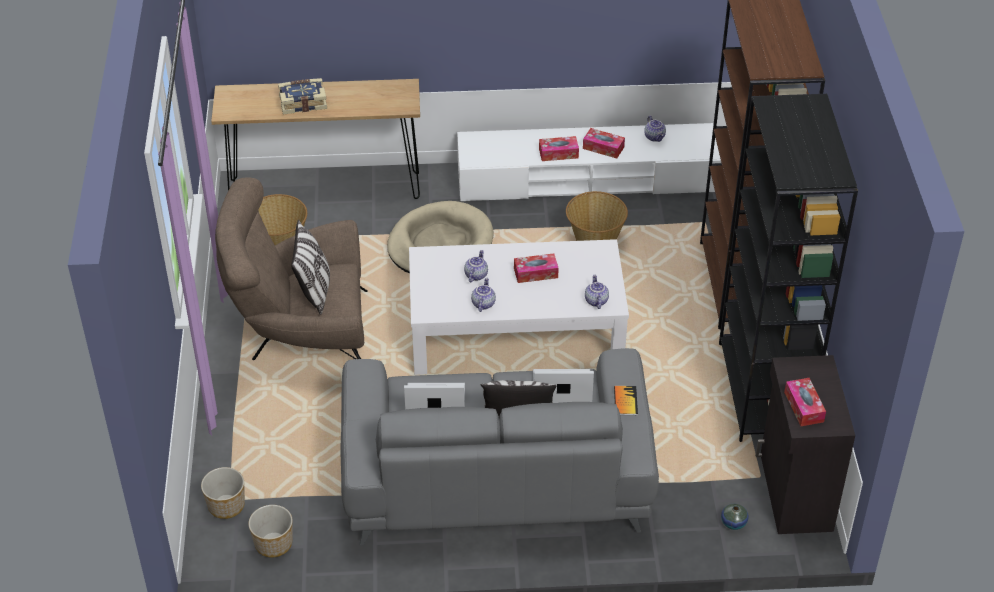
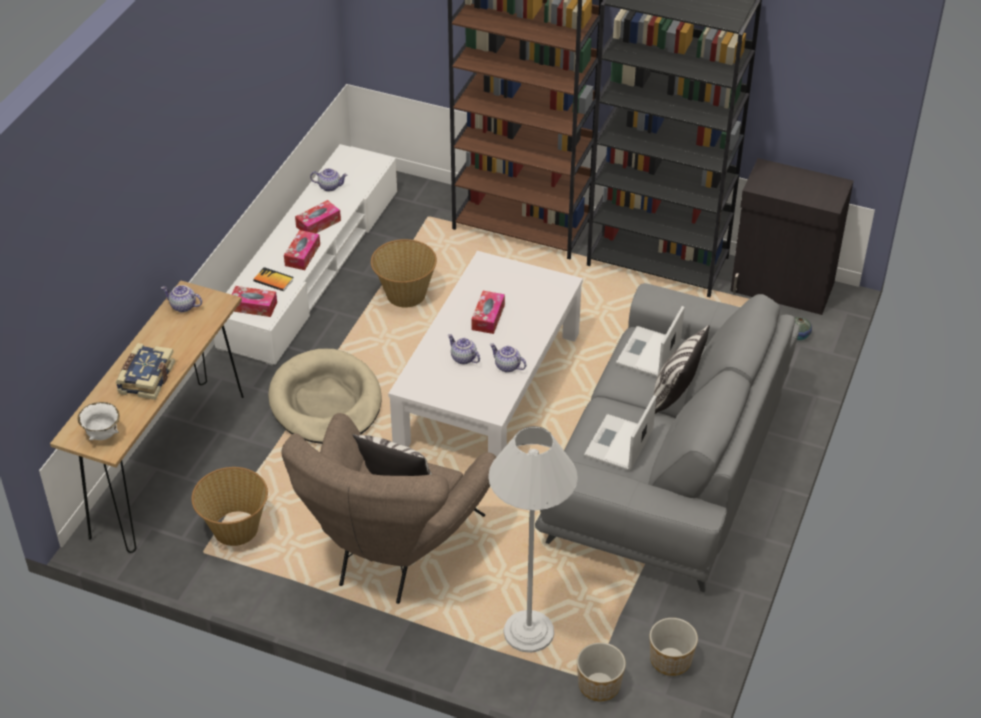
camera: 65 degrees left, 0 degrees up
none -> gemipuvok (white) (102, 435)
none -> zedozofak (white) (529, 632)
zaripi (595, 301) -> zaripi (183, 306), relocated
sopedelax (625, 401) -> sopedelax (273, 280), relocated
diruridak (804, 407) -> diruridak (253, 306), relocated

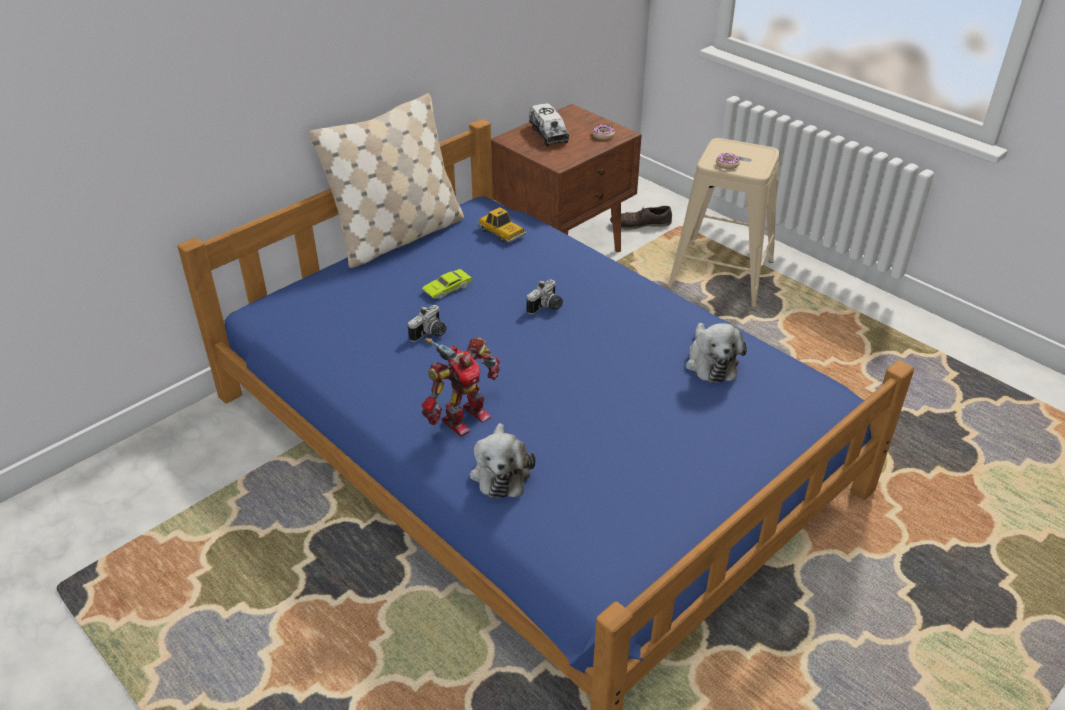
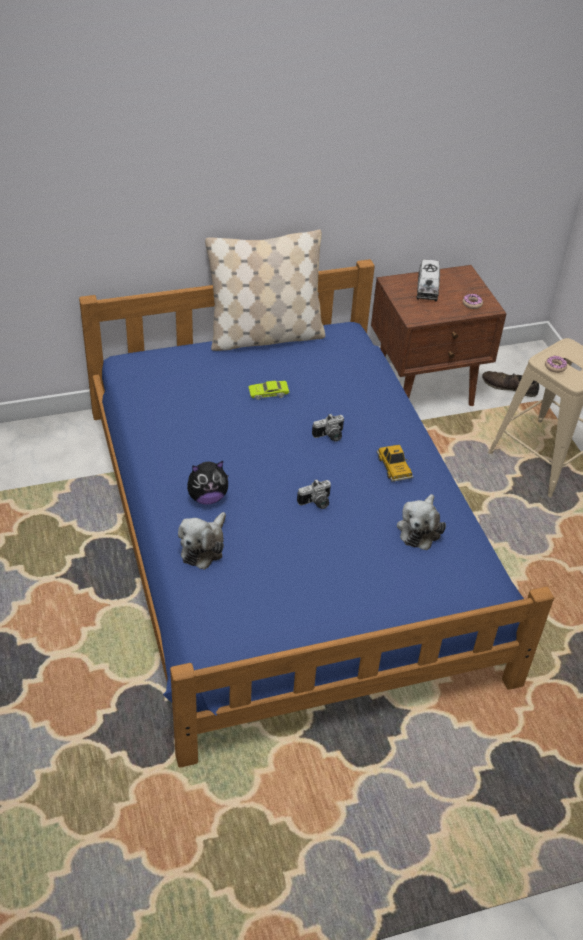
camera: 25 degrees right, 5 degrees up
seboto (430, 334) -> seboto (316, 503), relocated
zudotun (501, 232) -> zudotun (394, 467), relocated
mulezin (463, 417) -> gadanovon (207, 497)

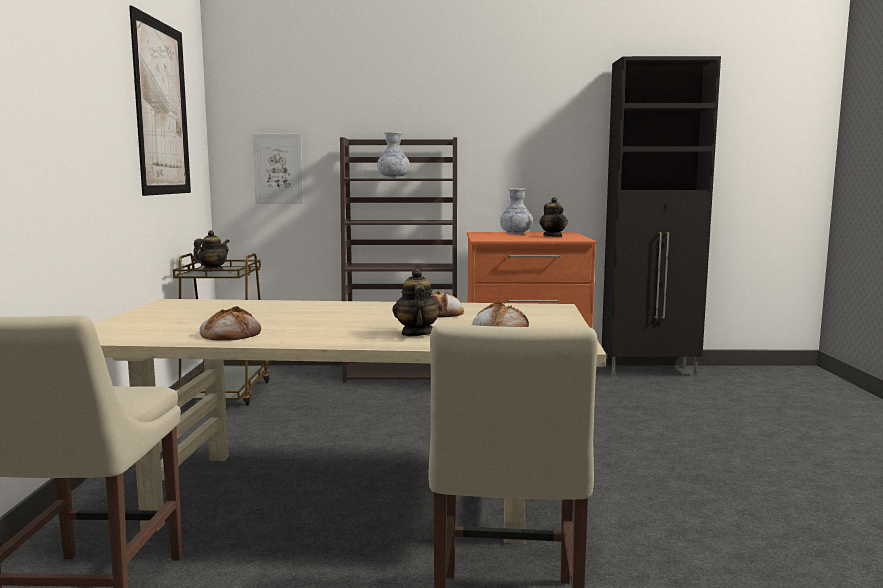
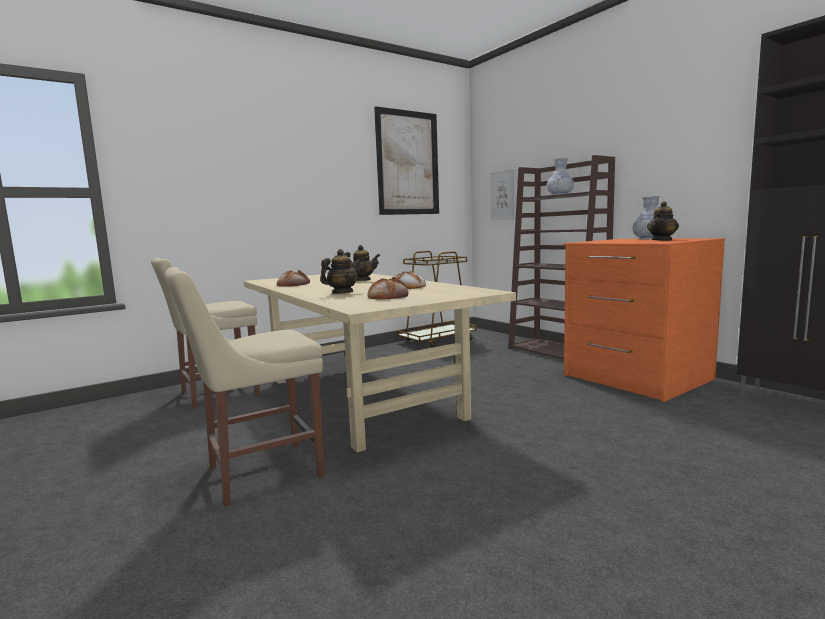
camera: 55 degrees right, 0 degrees up
zaripi (212, 271) -> zaripi (362, 280), relocated

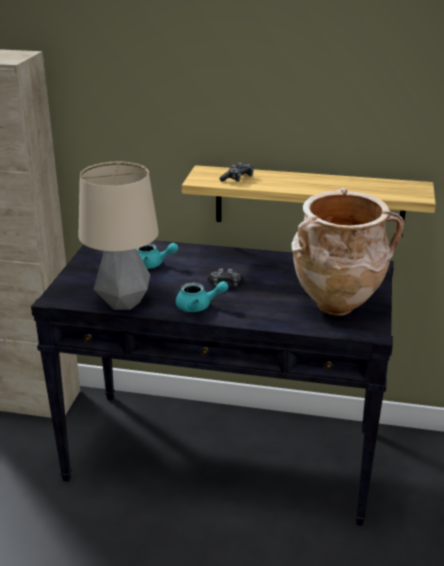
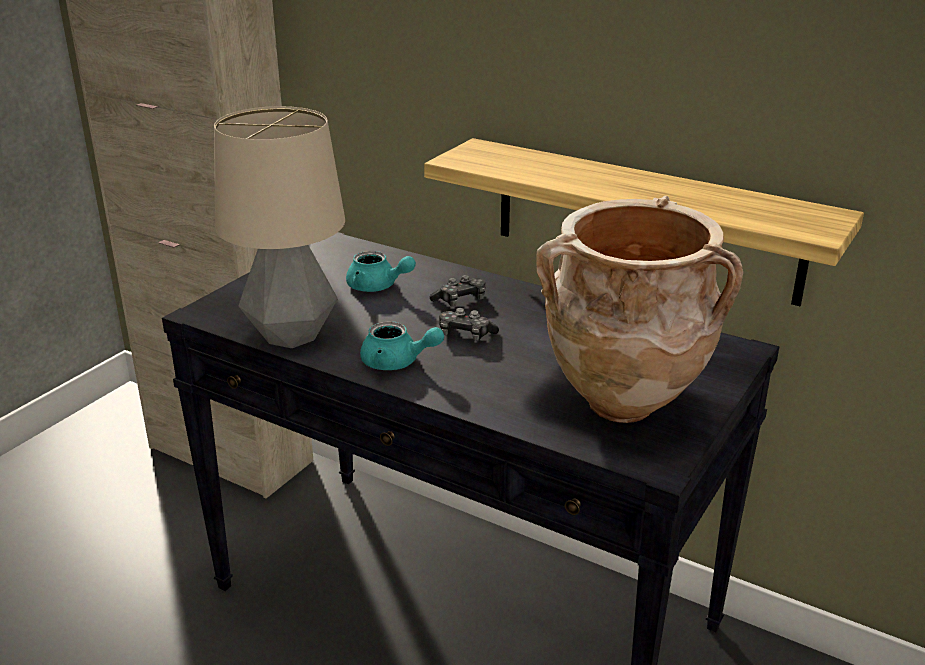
camera: 20 degrees right, 0 degrees up
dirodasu (238, 179) -> dirodasu (460, 300), relocated

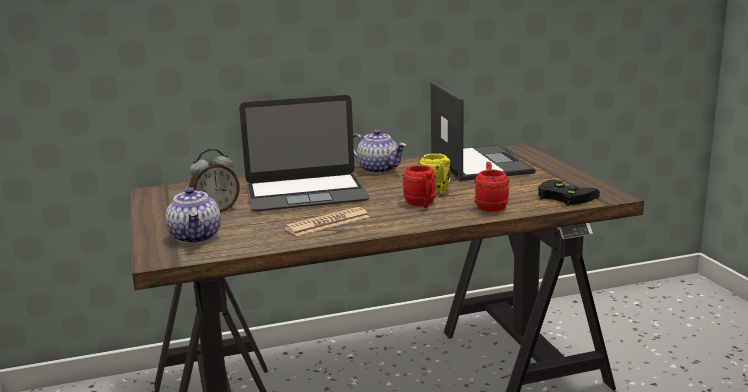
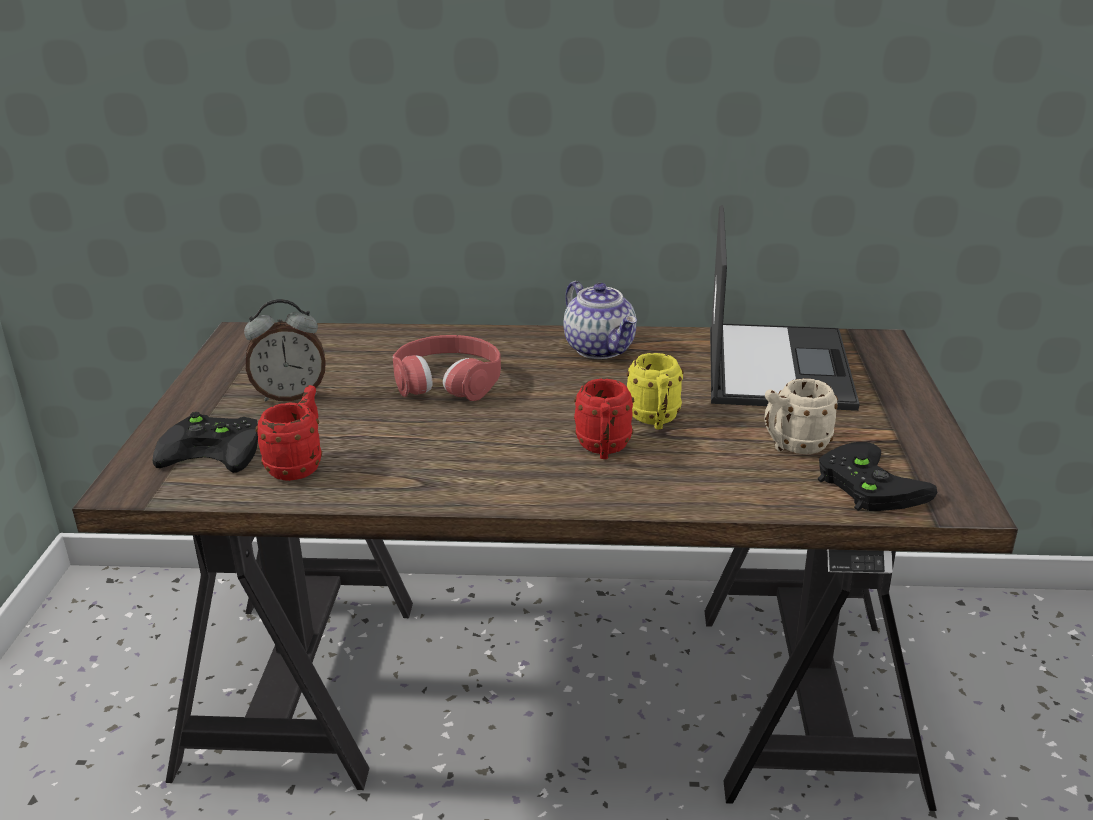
camera: 20 degrees right, 10 degrees up
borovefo (327, 223) -> none
none -> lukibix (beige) (793, 446)
lukibix (red) (490, 206) -> lukibix (red) (299, 465), relocated
zaripi (196, 237) -> dirodasu (black) (216, 449)
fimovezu (306, 193) -> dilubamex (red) (448, 381)

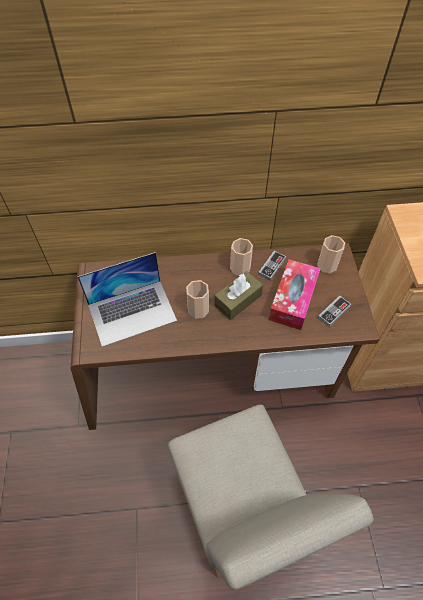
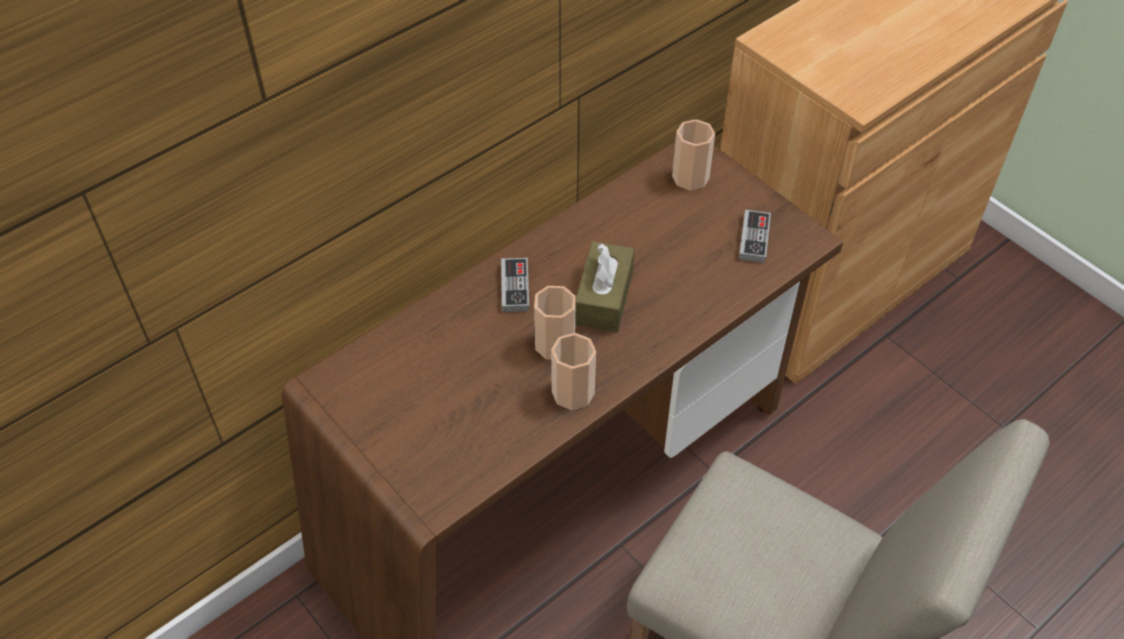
camera: 35 degrees left, 5 degrees down
fimovezu (132, 312) -> none
diruridak (293, 299) -> none
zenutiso (240, 268) -> zenutiso (573, 392), relocated
dirodasu (272, 266) -> dirodasu (515, 287), relocated

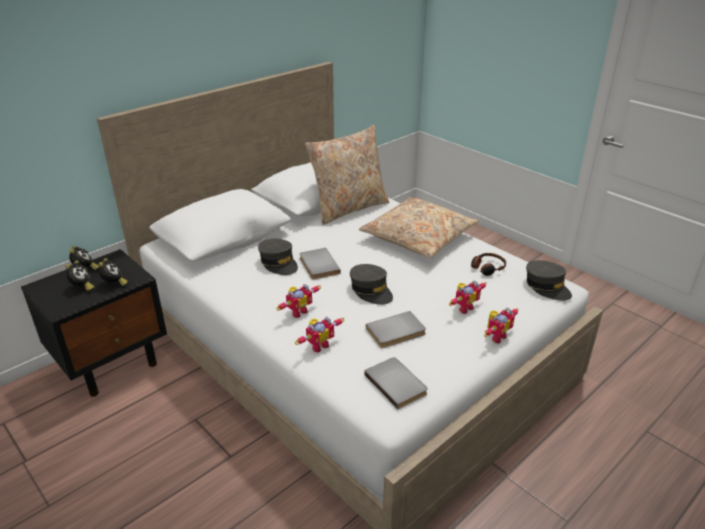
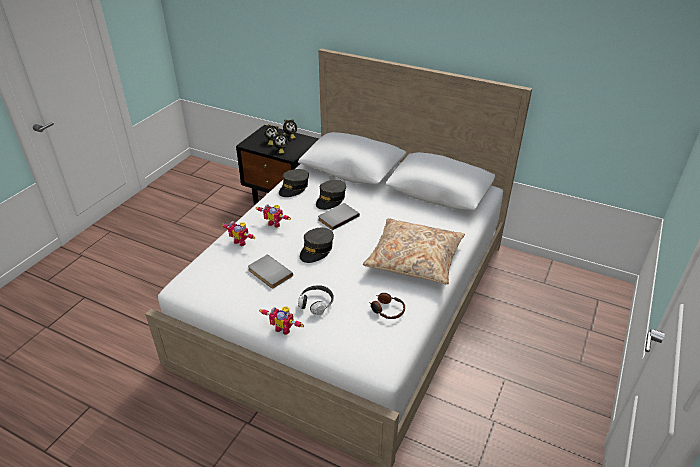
camera: 70 degrees right, 5 degrees up
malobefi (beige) (349, 208) -> none
sopedelax (grey) (397, 383) -> none
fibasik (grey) (547, 287) -> fibasik (grey) (294, 188), relocated
mulezin (463, 307) -> dilubamex (316, 304)

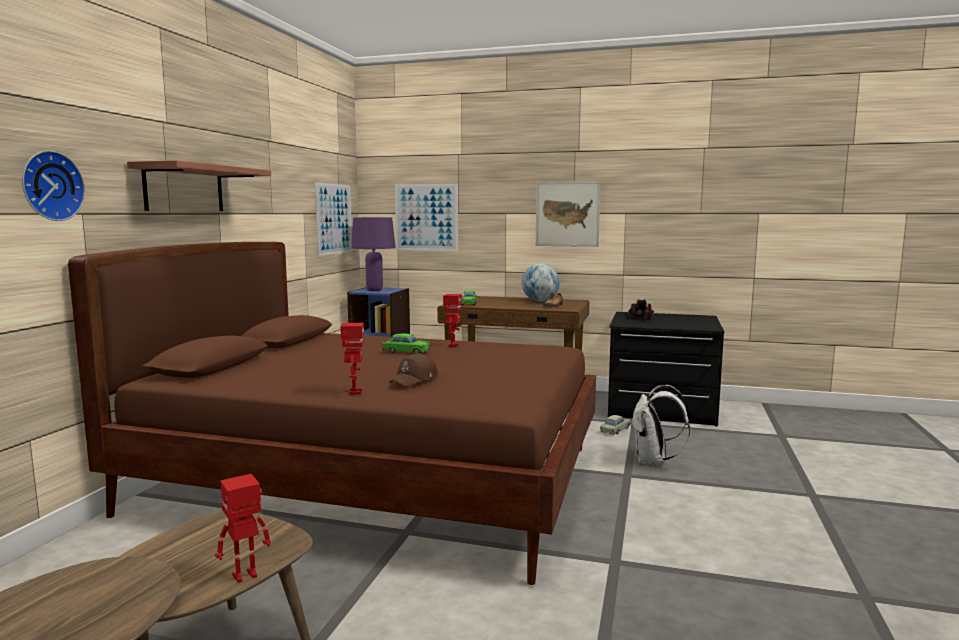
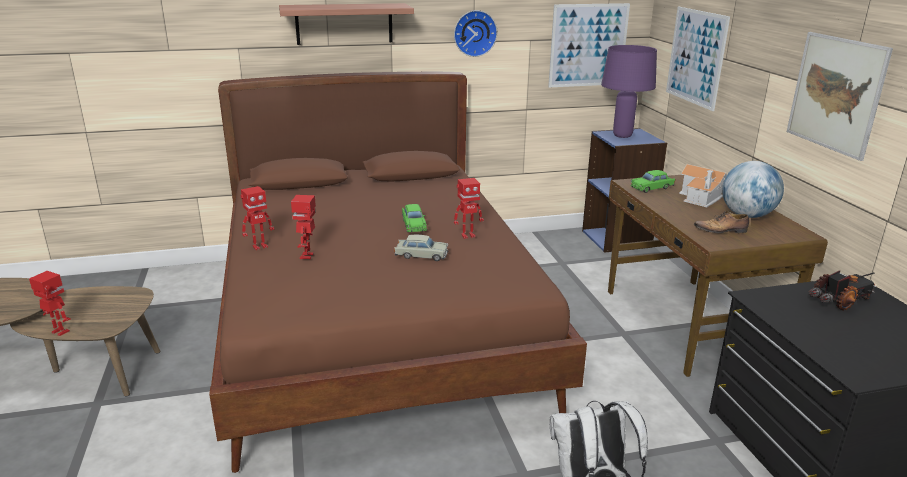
camera: 60 degrees right, 15 degrees up
none -> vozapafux (701, 197)
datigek (50, 186) -> datigek (474, 33), relocated
zudotun (beige) (615, 430) -> zudotun (beige) (421, 255), relocated
fibasik (brown) (415, 379) -> mulezin (307, 256)

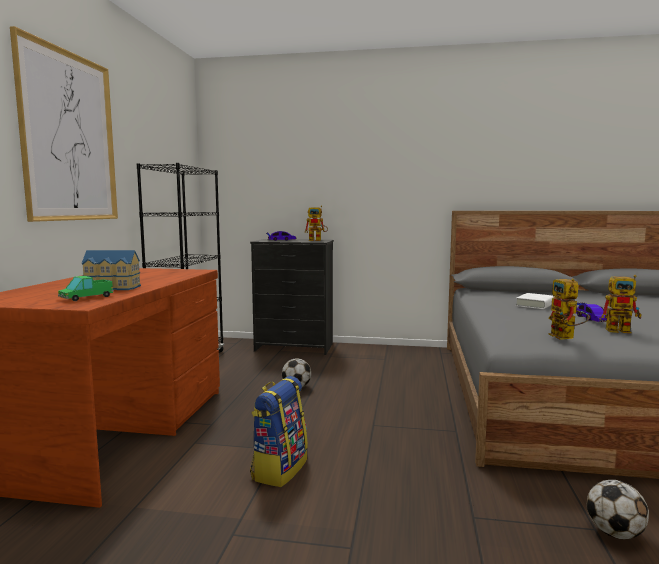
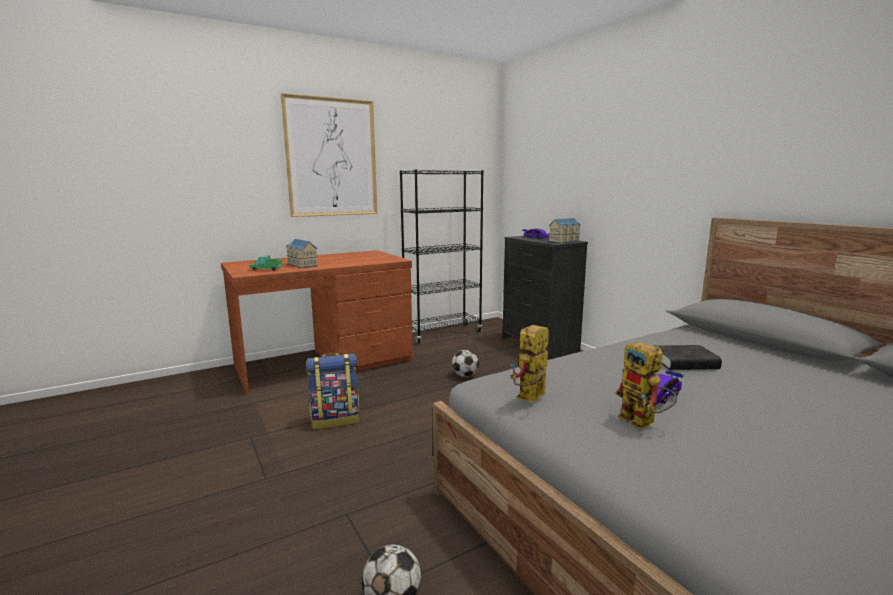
camera: 50 degrees right, 5 degrees up
mulezin (318, 240) -> vozapafux (565, 241)
sopedelax (white) (535, 305) -> sopedelax (black) (685, 363)

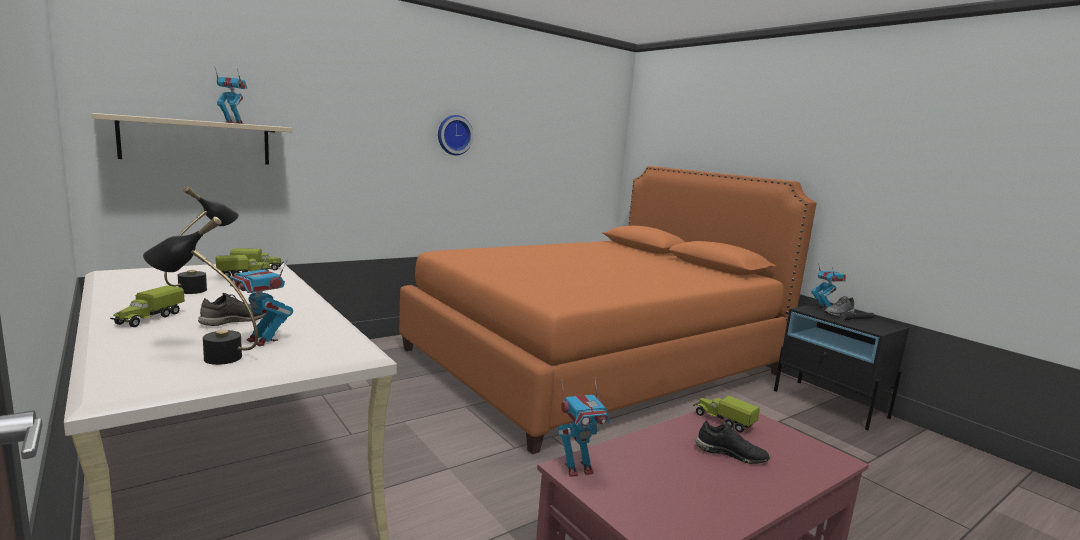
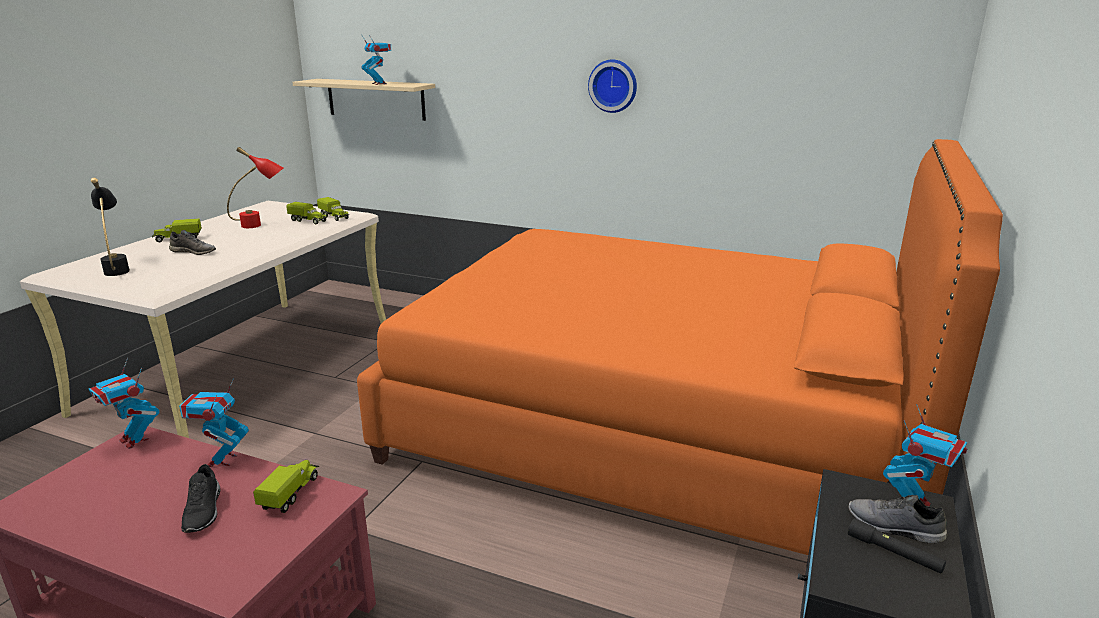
camera: 60 degrees right, 10 degrees up
mulezin (262, 341) -> mulezin (222, 460), relocated
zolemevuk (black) (204, 288) -> zolemevuk (red) (260, 225)

